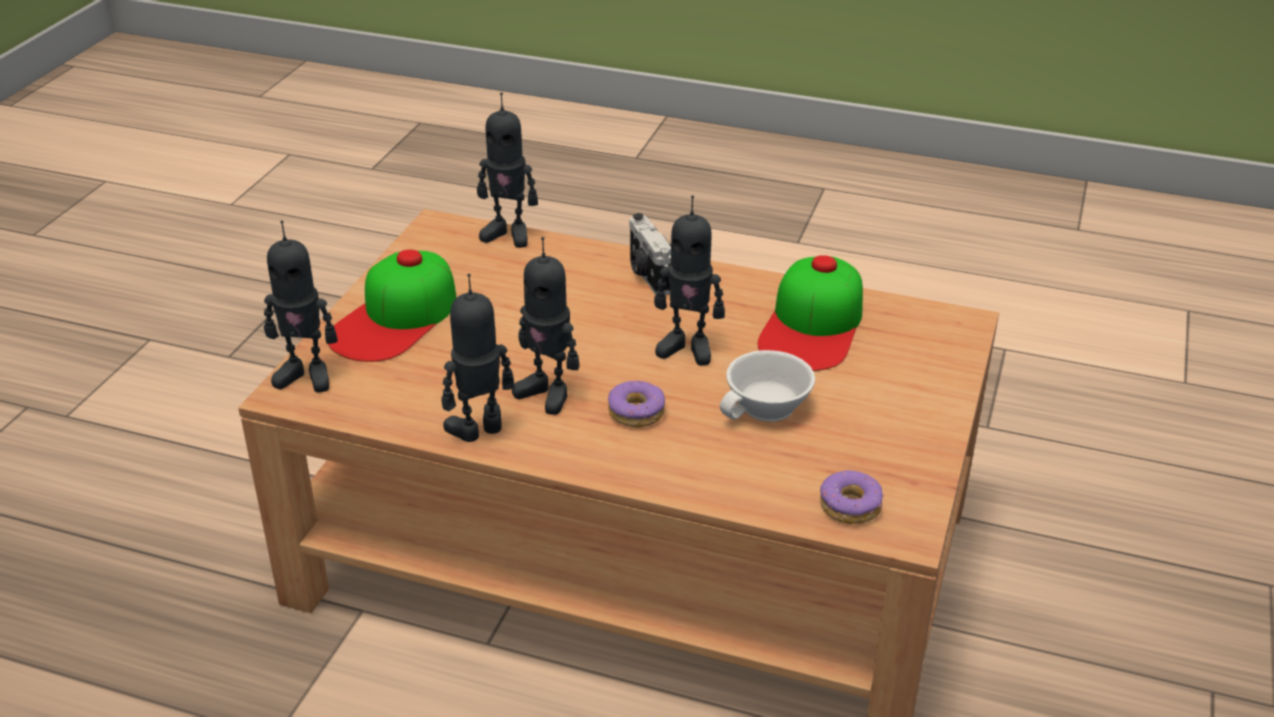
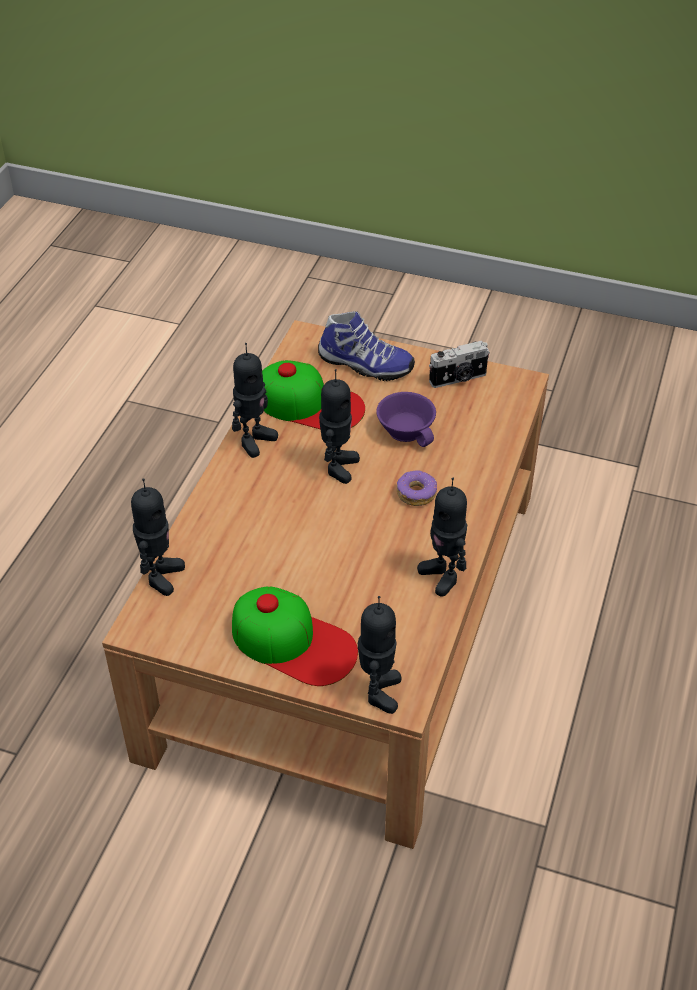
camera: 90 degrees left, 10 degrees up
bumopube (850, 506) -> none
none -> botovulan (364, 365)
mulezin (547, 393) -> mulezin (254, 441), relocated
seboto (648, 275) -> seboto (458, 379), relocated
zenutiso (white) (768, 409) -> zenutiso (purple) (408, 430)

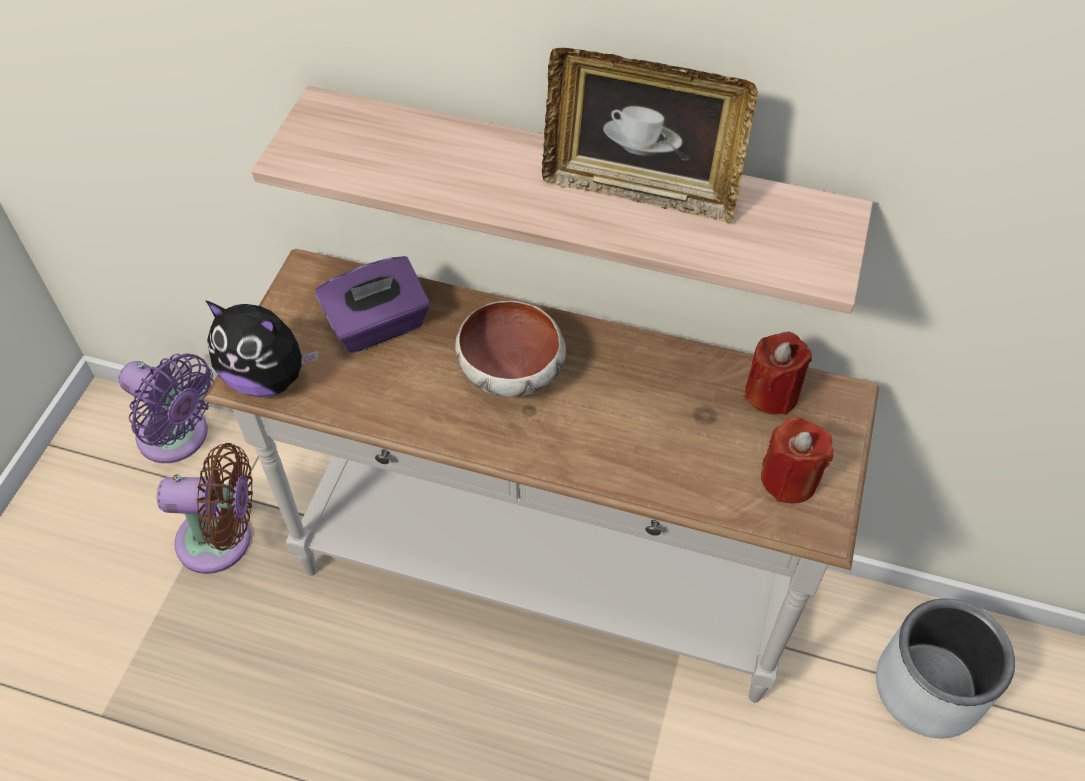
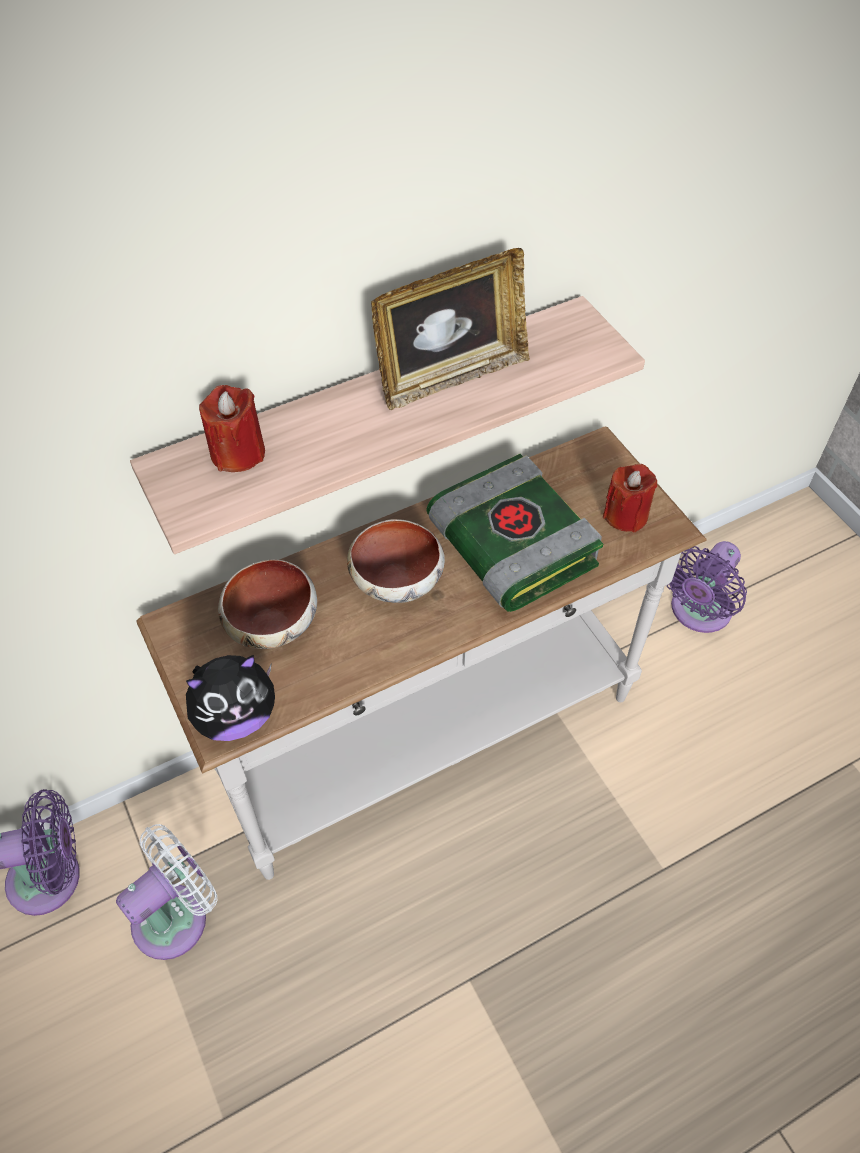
camera: 45 degrees left, 0 degrees up
none -> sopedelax (509, 544)
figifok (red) (772, 393) -> figifok (red) (238, 453), relocated
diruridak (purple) (378, 326) -> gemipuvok (272, 620)
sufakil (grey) (929, 688) -> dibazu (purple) (697, 612)
dibazu (brown) (222, 540) -> dibazu (white) (177, 915)

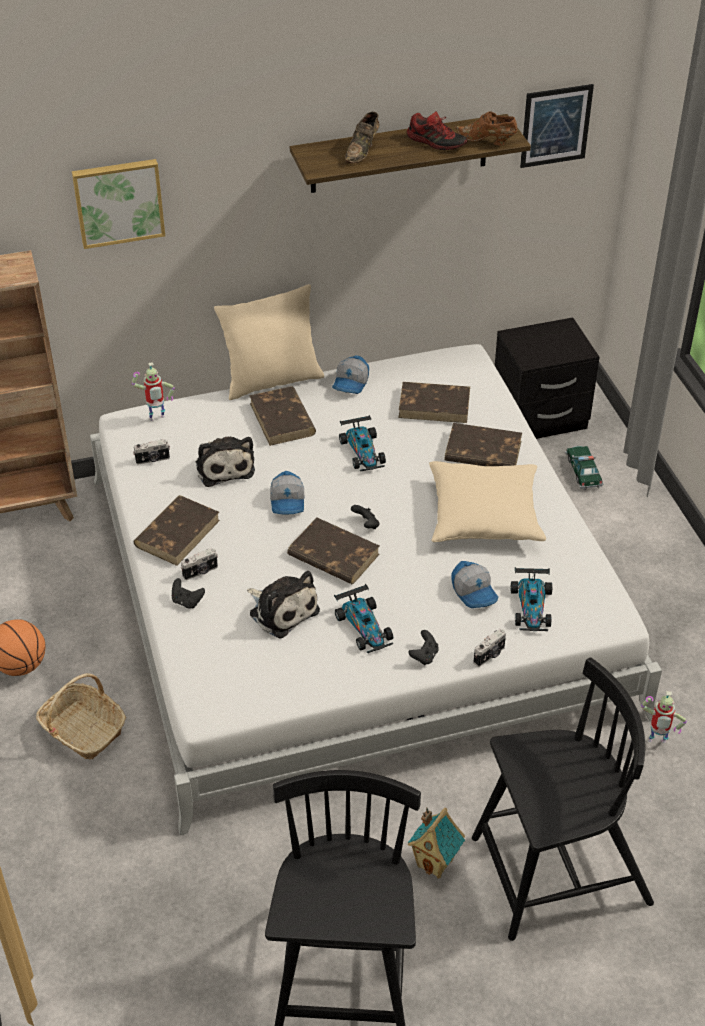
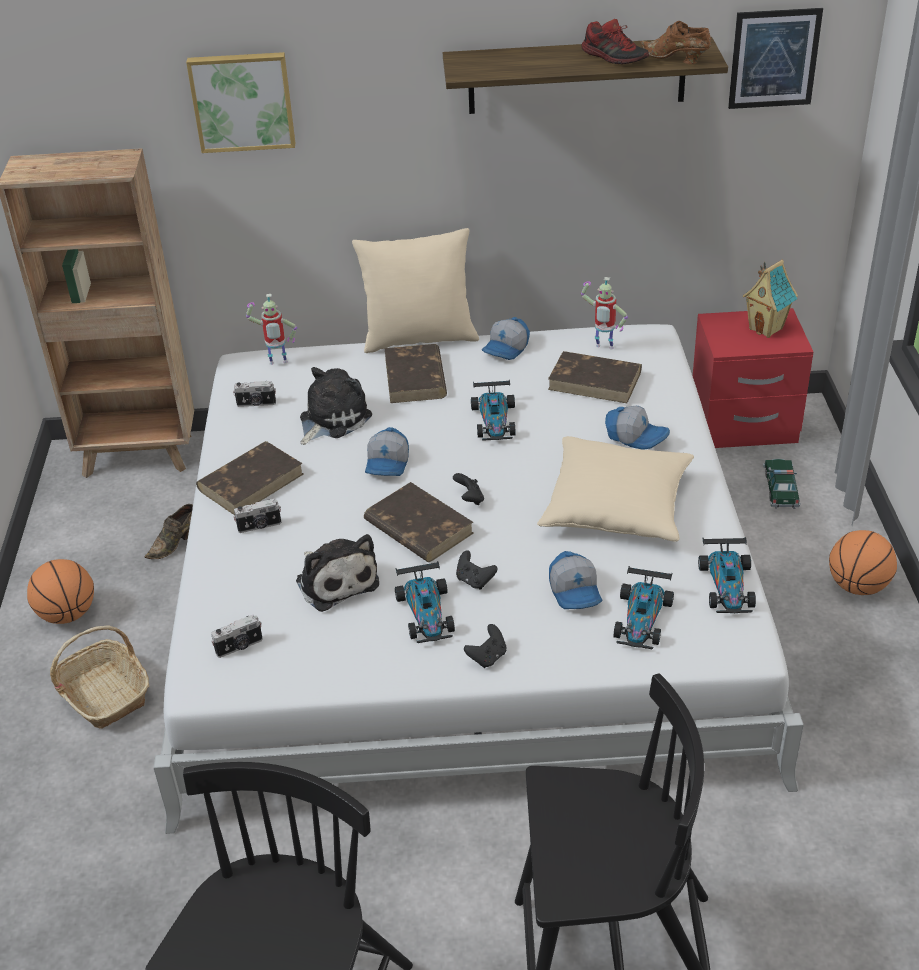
camera: 15 degrees right, 5 degrees down
none -> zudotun (727, 585)
none -> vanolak (857, 586)
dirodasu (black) (187, 601) -> dirodasu (black) (474, 581), relocated
botovulan (brown) (362, 151) -> botovulan (brown) (176, 543), relocated
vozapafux (435, 863) -> vozapafux (767, 328), relocated
seboto (490, 655) -> seboto (239, 647), relocated
mulezin (656, 743) -> mulezin (603, 348), relocated
sopedelax (brown) (482, 451) -> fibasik (636, 436)
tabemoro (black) (540, 418) -> tabemoro (red) (743, 426)
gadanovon (224, 466) -> gadanovon (331, 419), 135 degrees counterclockwise

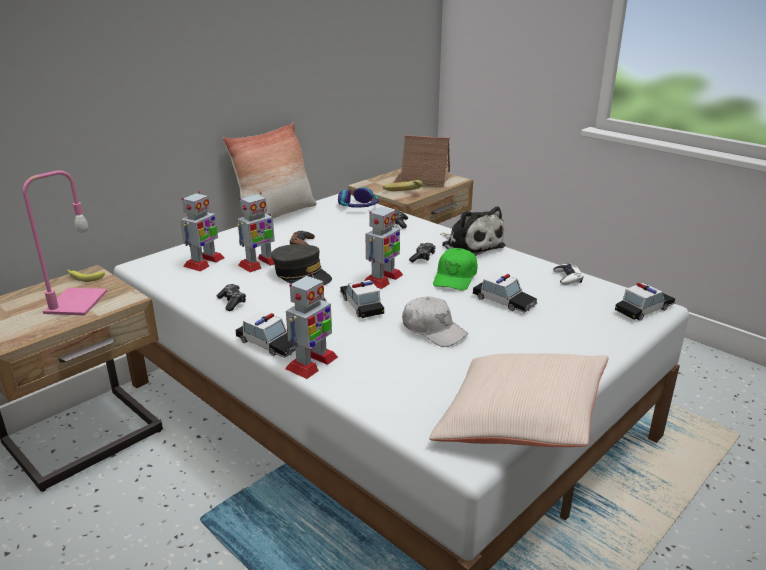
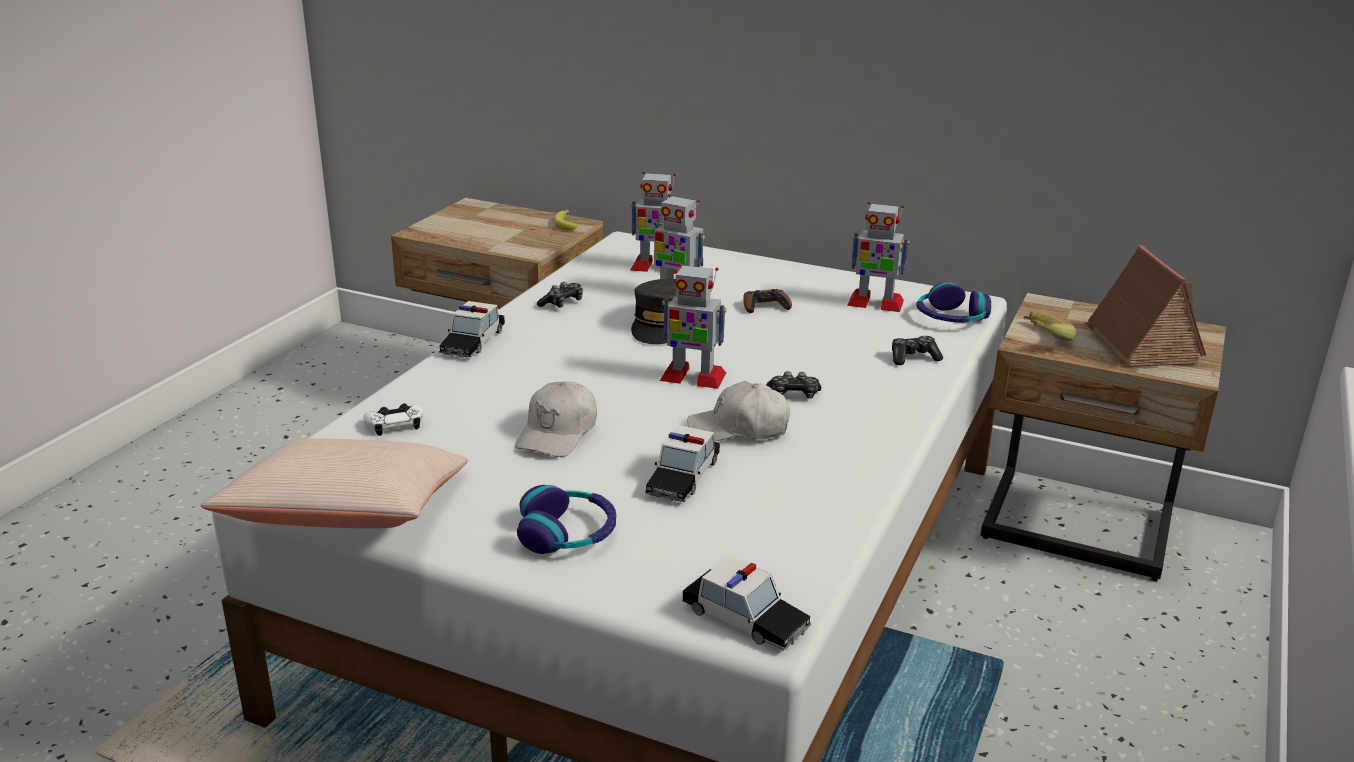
camera: 70 degrees right, 0 degrees up
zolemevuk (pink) (76, 303) -> none
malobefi (276, 215) -> none
zudotun (361, 305) -> none
gadanovon (470, 245) -> none
none -> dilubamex (568, 533)
mulezin (311, 363) -> mulezin (874, 303), relocated
dirodasu (white) (567, 278) -> dirodasu (white) (395, 424), relocated
fibasik (green) (455, 278) -> fibasik (white) (739, 429)

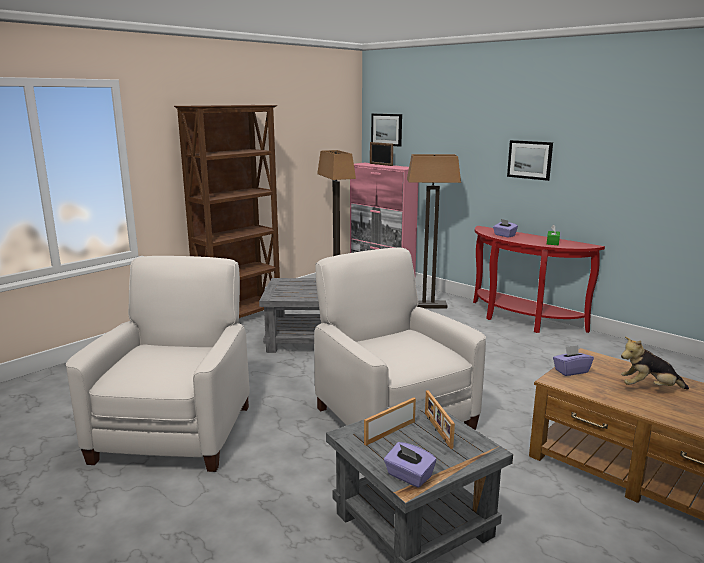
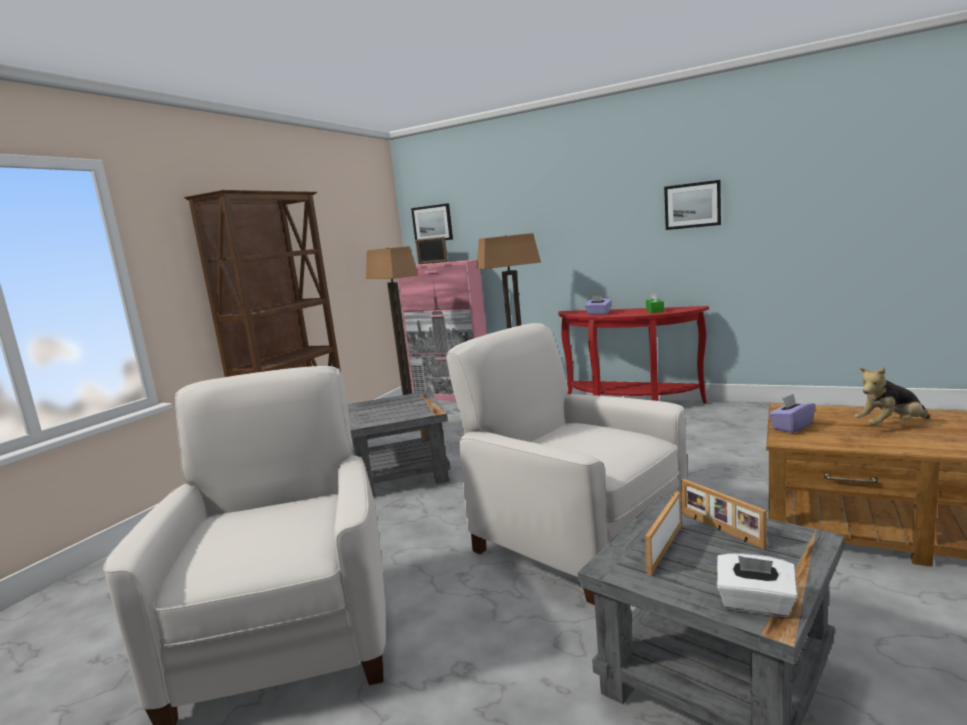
camera: 15 degrees left, 5 degrees down
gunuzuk (530, 159) -> gunuzuk (692, 205), relocated
diruridak (purple) (409, 476) -> diruridak (white) (755, 604)

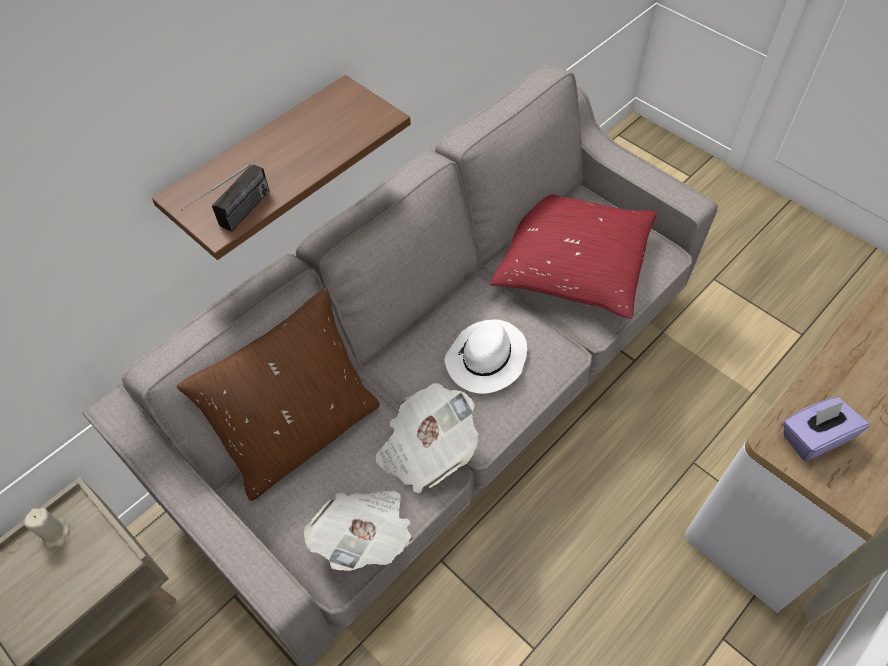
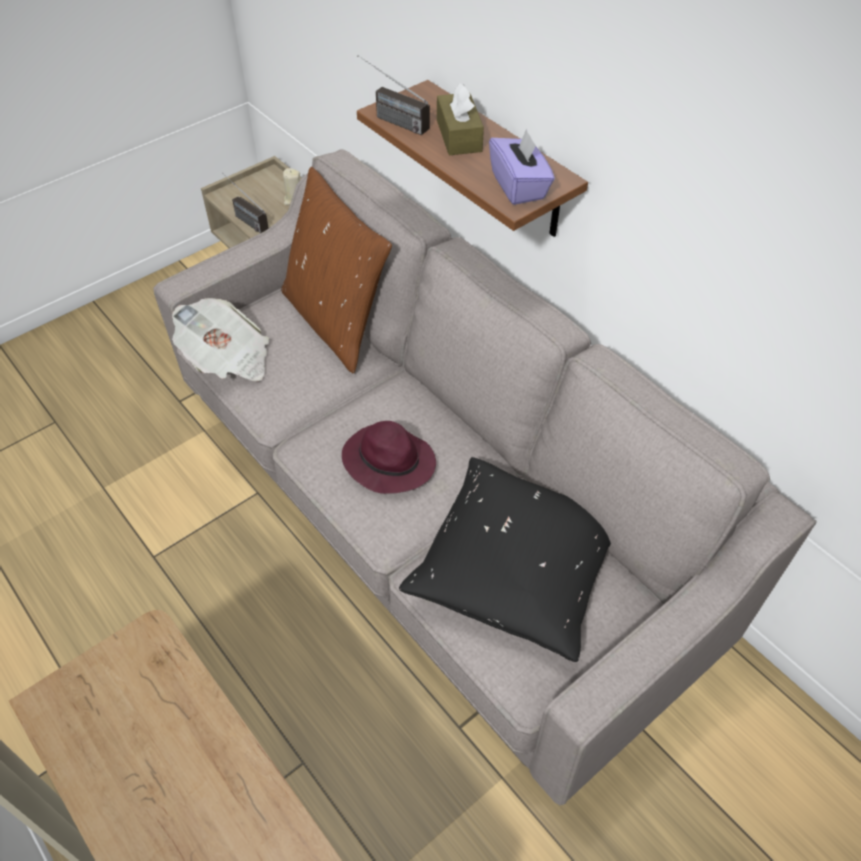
camera: 95 degrees right, 5 degrees down
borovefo (426, 449) -> none
none -> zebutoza (244, 218)
none -> diruridak (brown) (459, 136)
diruridak (purple) (813, 437) -> diruridak (purple) (519, 186), relocated
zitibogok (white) (486, 360) -> zitibogok (purple) (387, 461)
malobefi (red) (572, 263) -> malobefi (black) (516, 567)

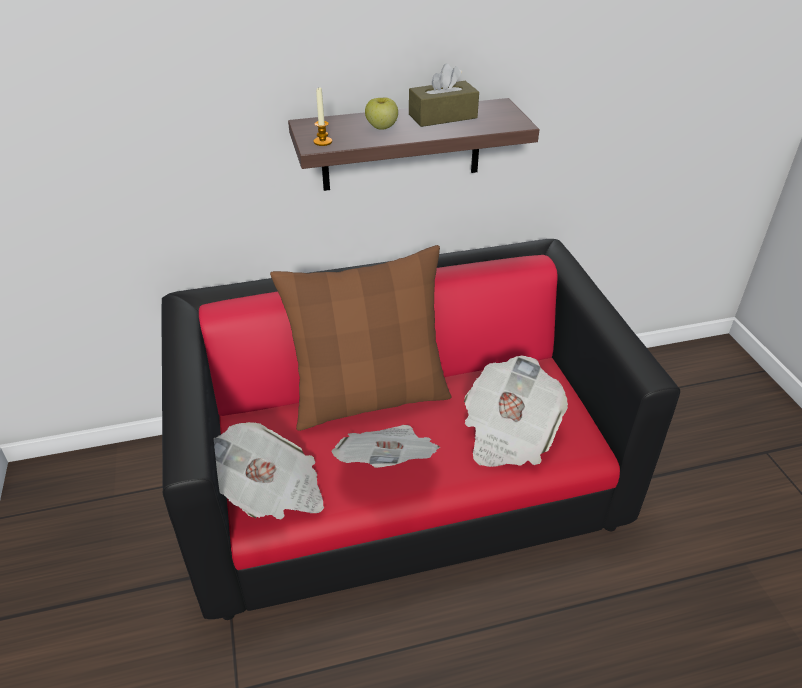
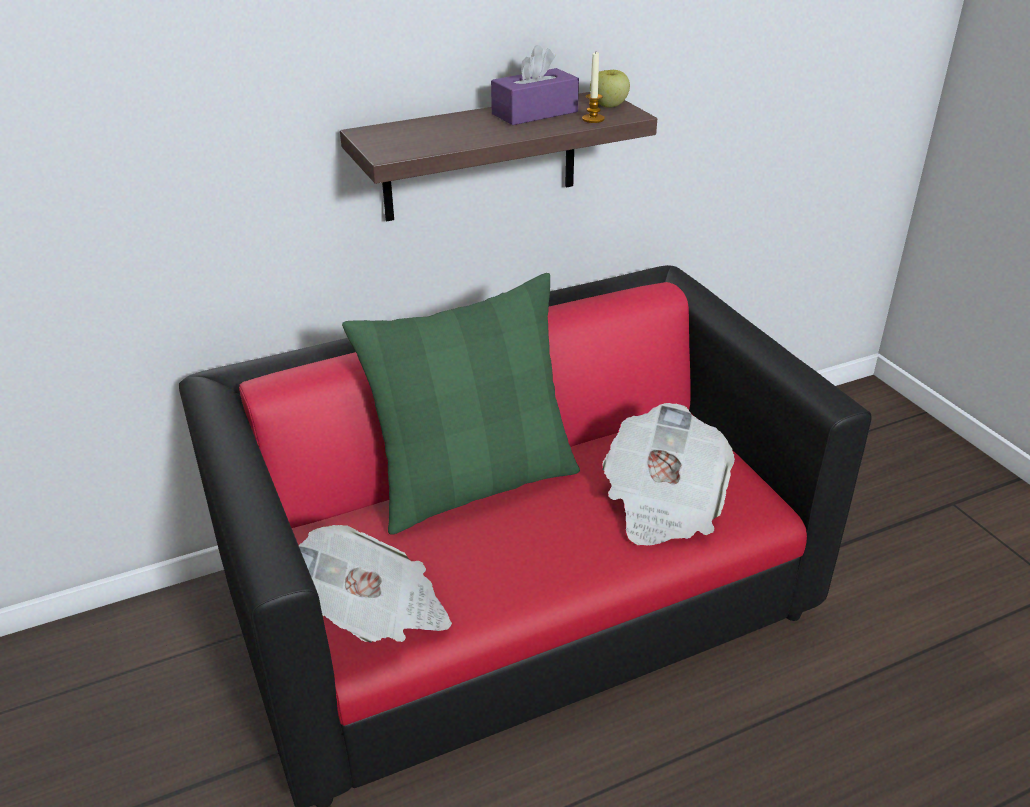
camera: 10 degrees left, 5 degrees down
borovefo (387, 464) -> none
figifok (322, 142) -> figifok (593, 119), relocated
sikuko (381, 127) -> sikuko (608, 105), relocated
malobefi (brown) (369, 398) -> malobefi (green) (474, 484)
diruridak (brown) (442, 116) -> diruridak (purple) (534, 113)

